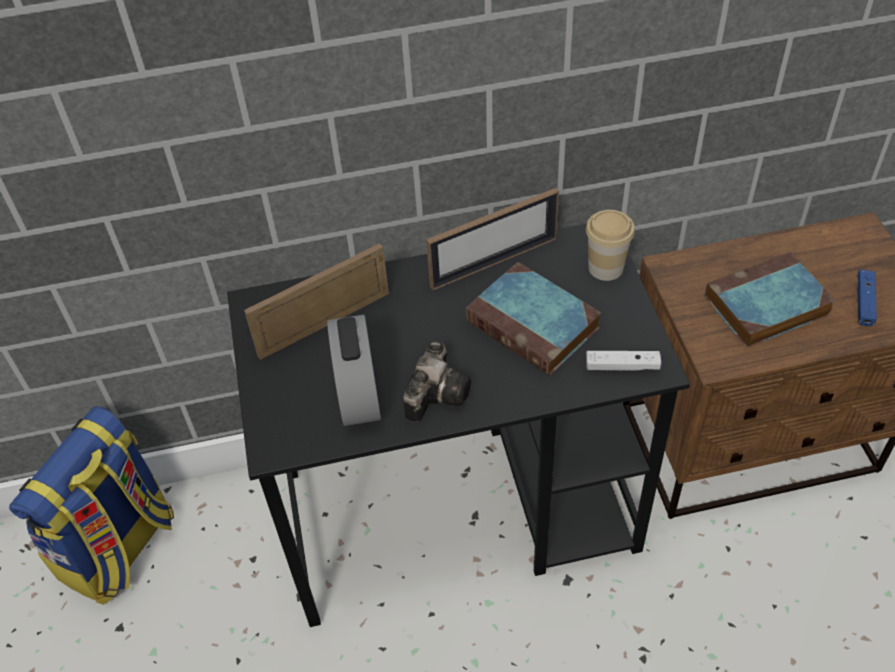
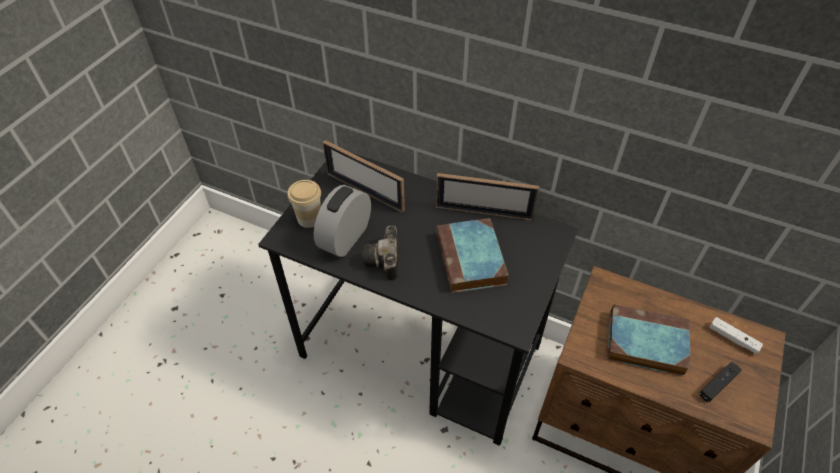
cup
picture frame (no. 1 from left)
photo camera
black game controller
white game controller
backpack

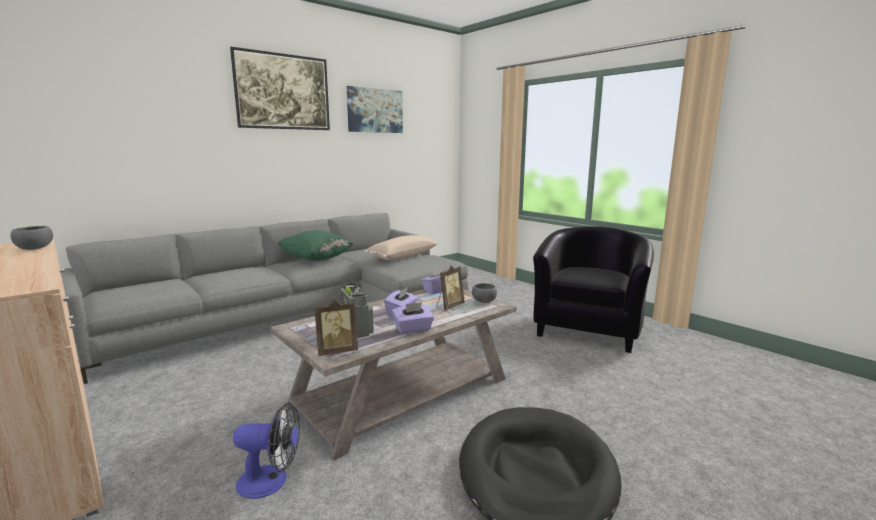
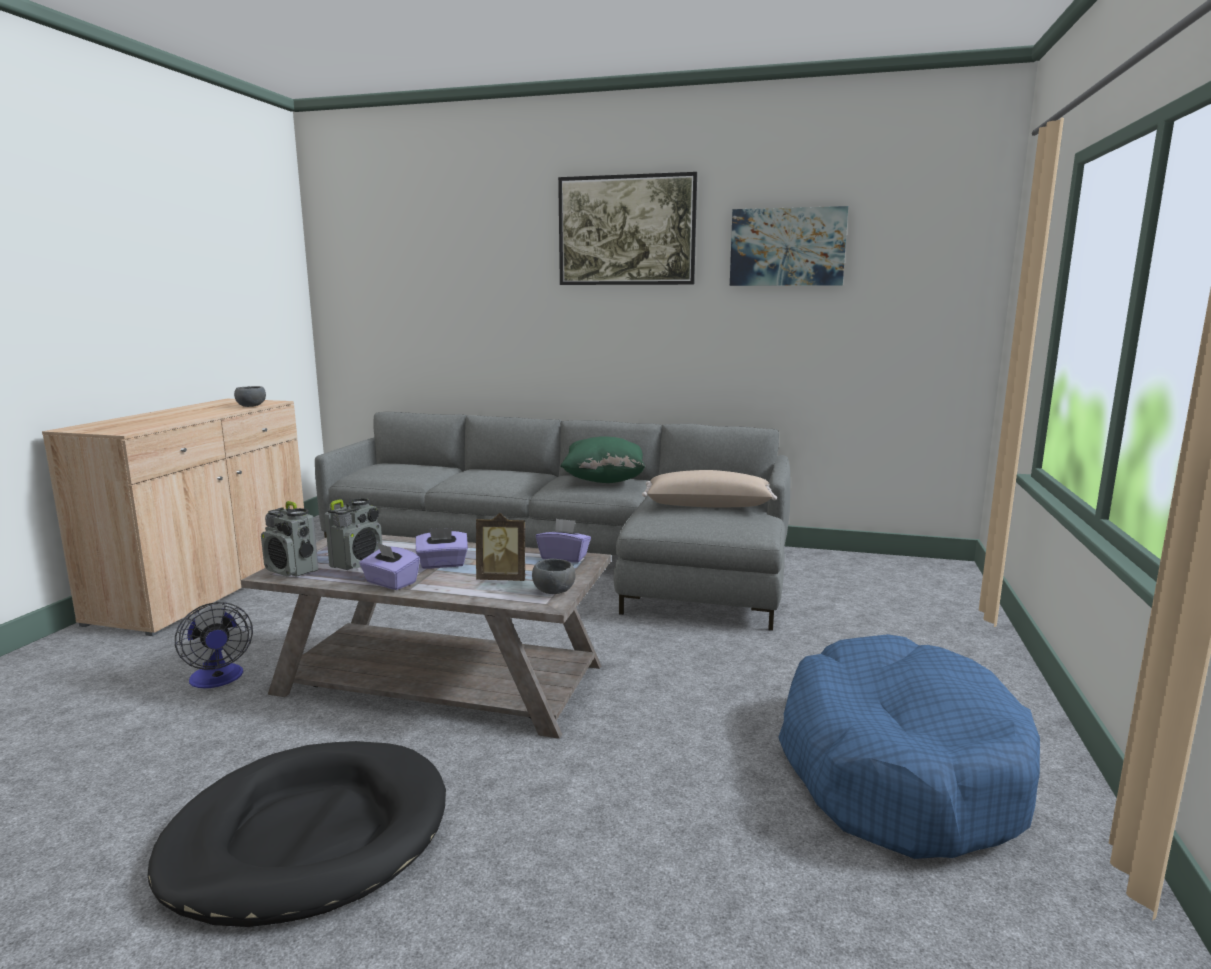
radio (no. 1 from left)
blue dog bed

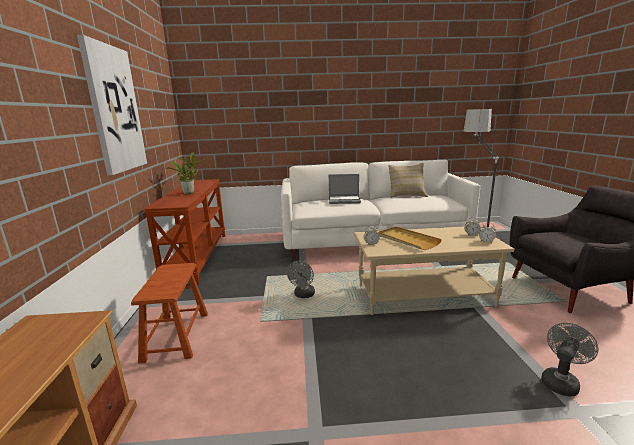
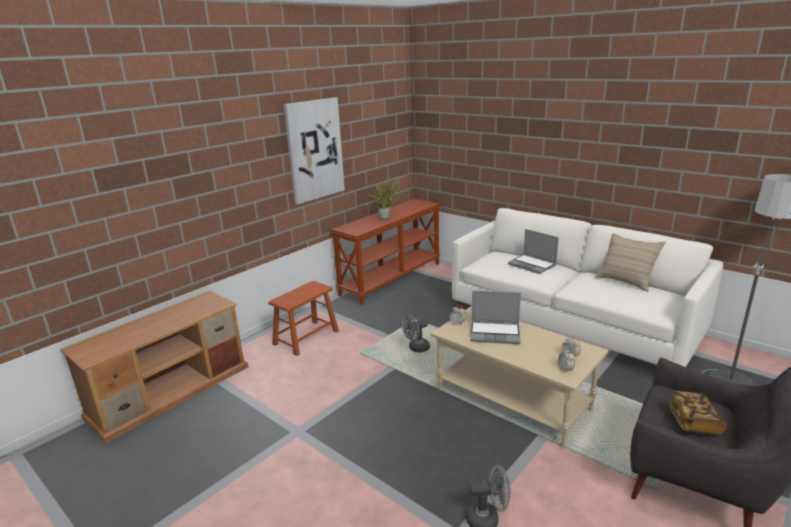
laptop (no. 1 from left)
book

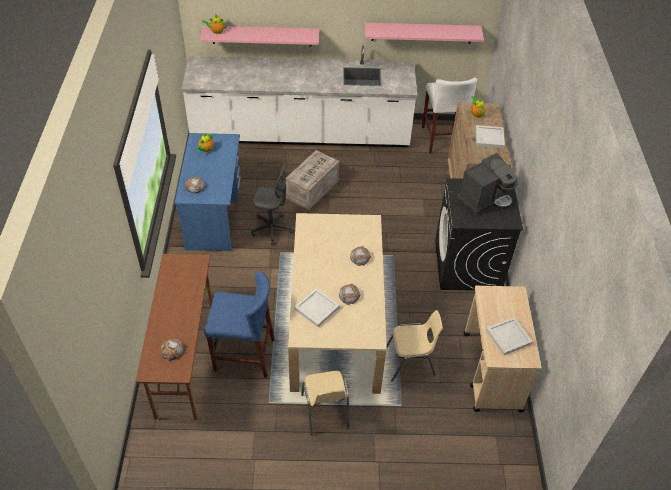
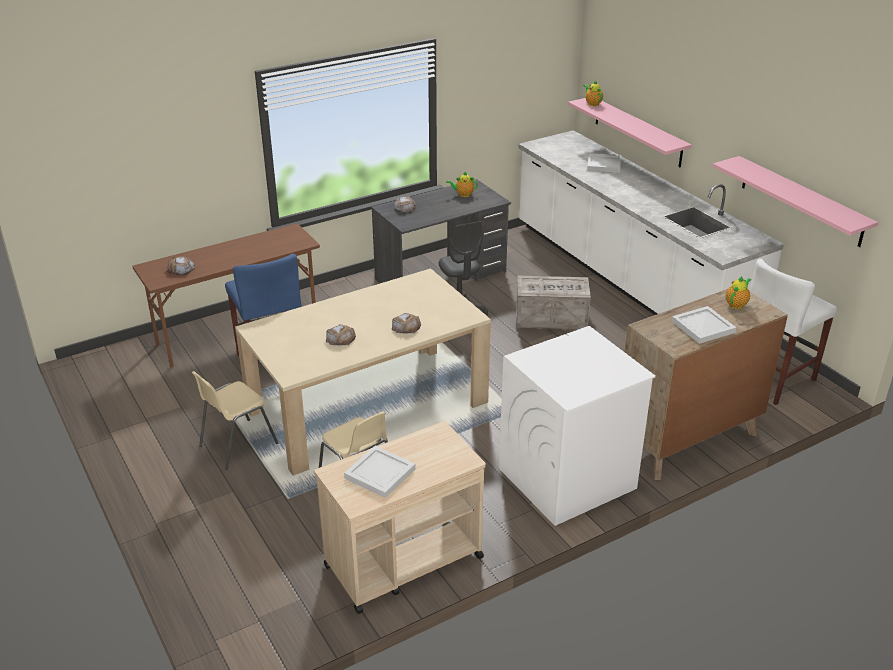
grey desk
white washing machine
white tray (no. 2 from left)
coffee machine

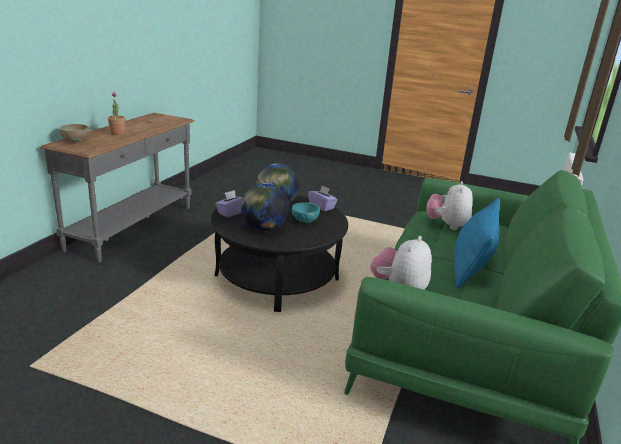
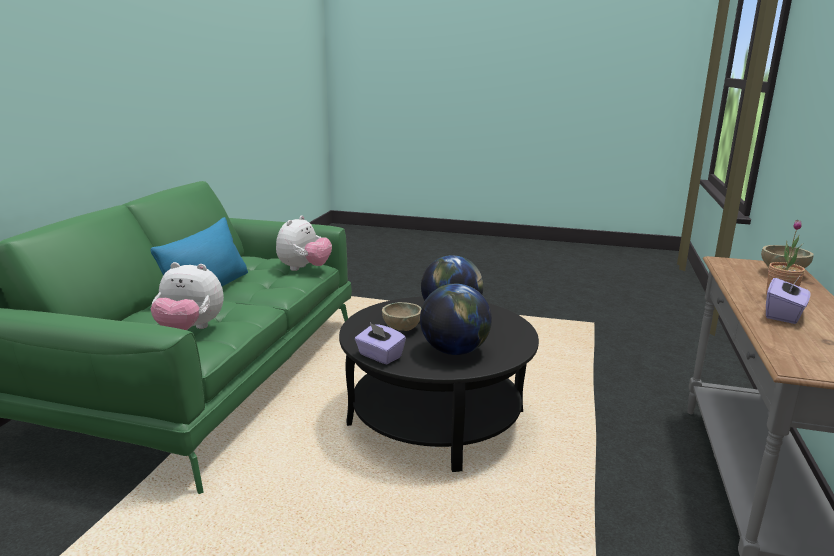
plush toy (no. 1 from left)
beige bowl (no. 1 from left)
purple tissue box (no. 2 from left)

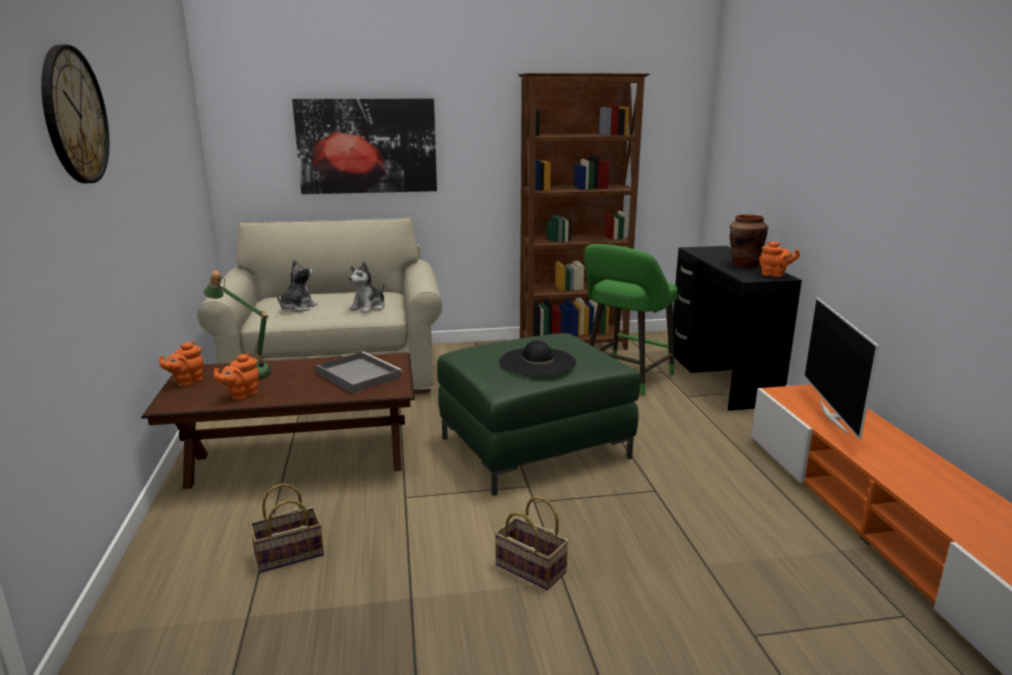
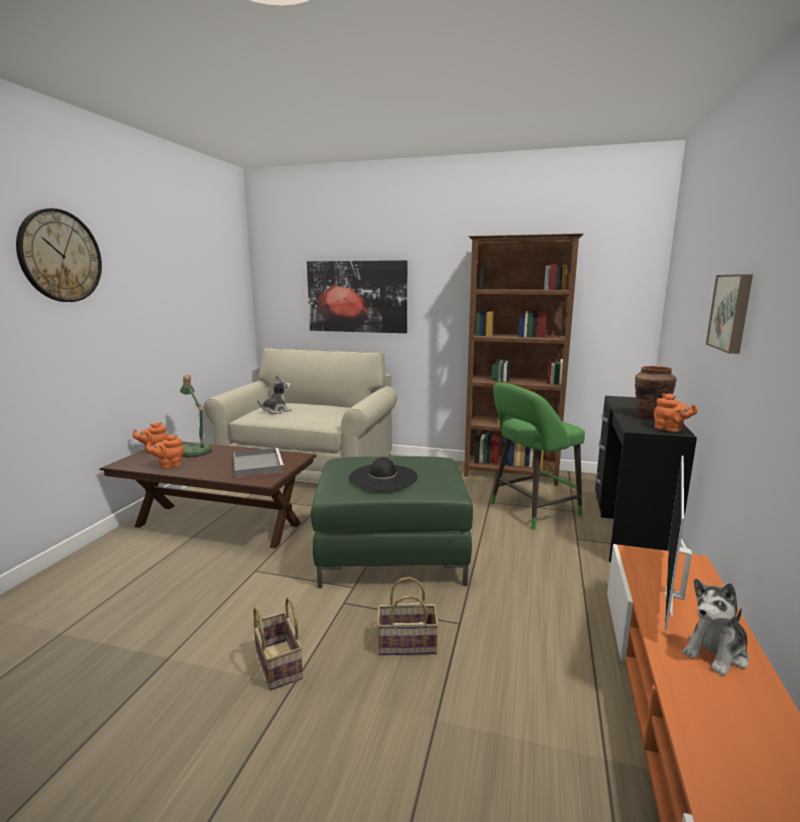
basket (no. 2 from left)
plush toy (no. 2 from left)
picture (no. 2 from left)

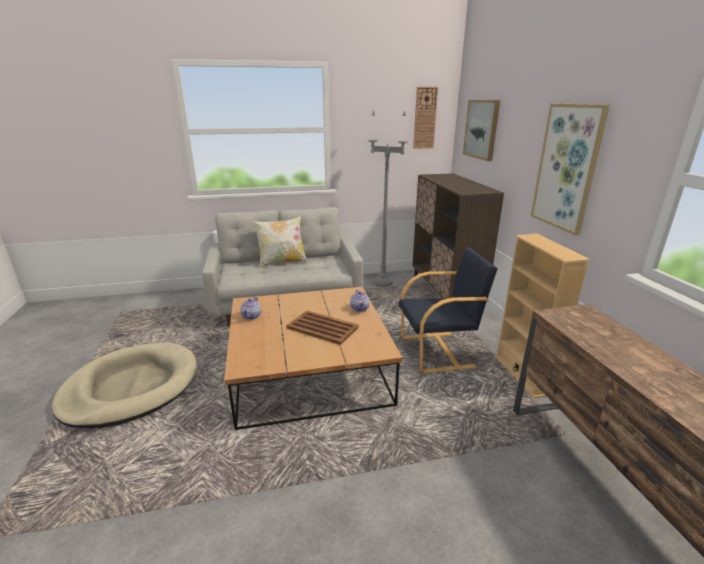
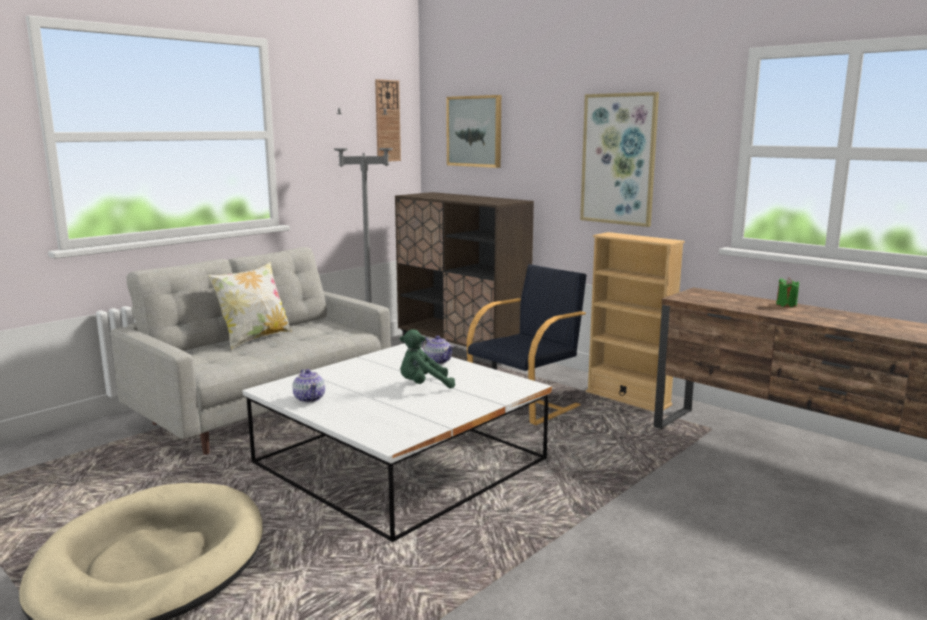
white coffee table
green plush toy
green candle

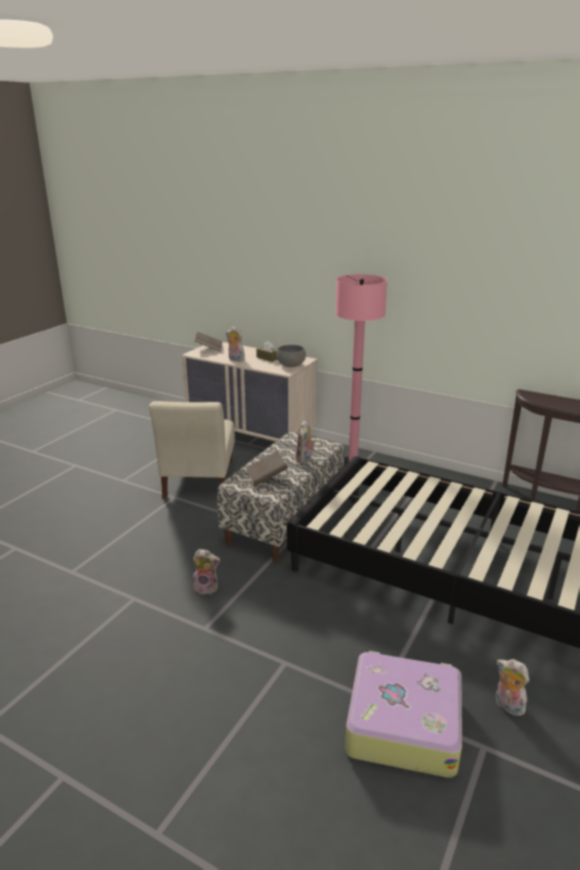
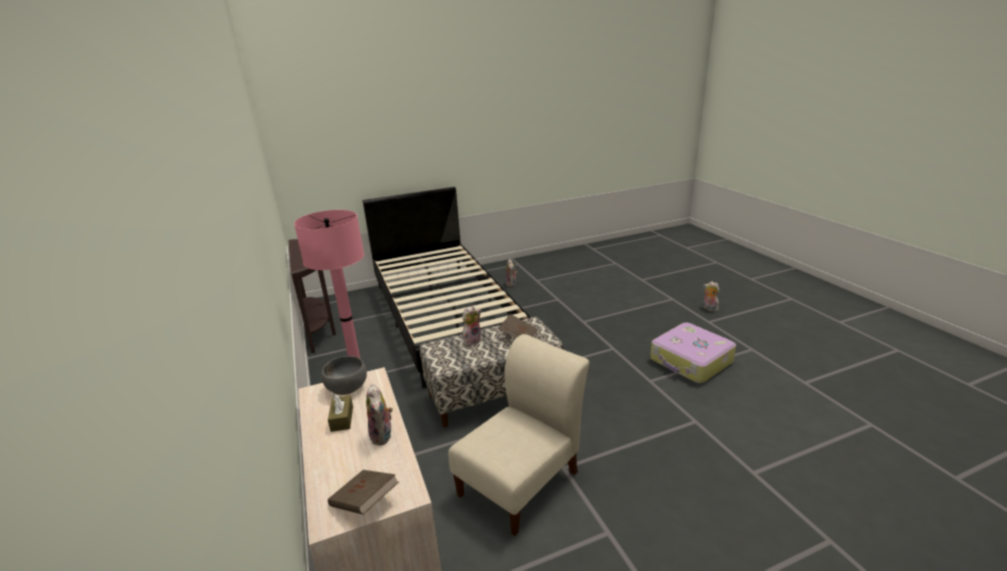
suitcase
plush toy (no. 4 from left)

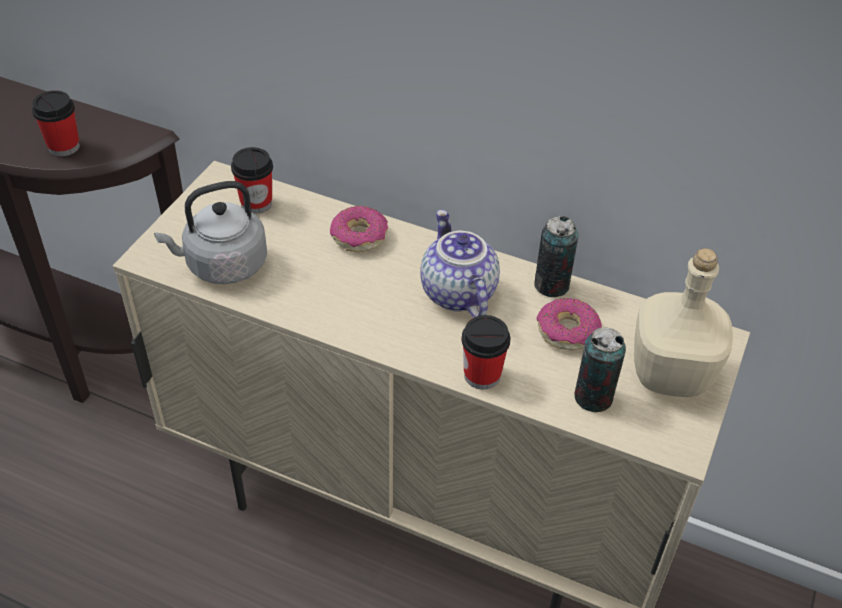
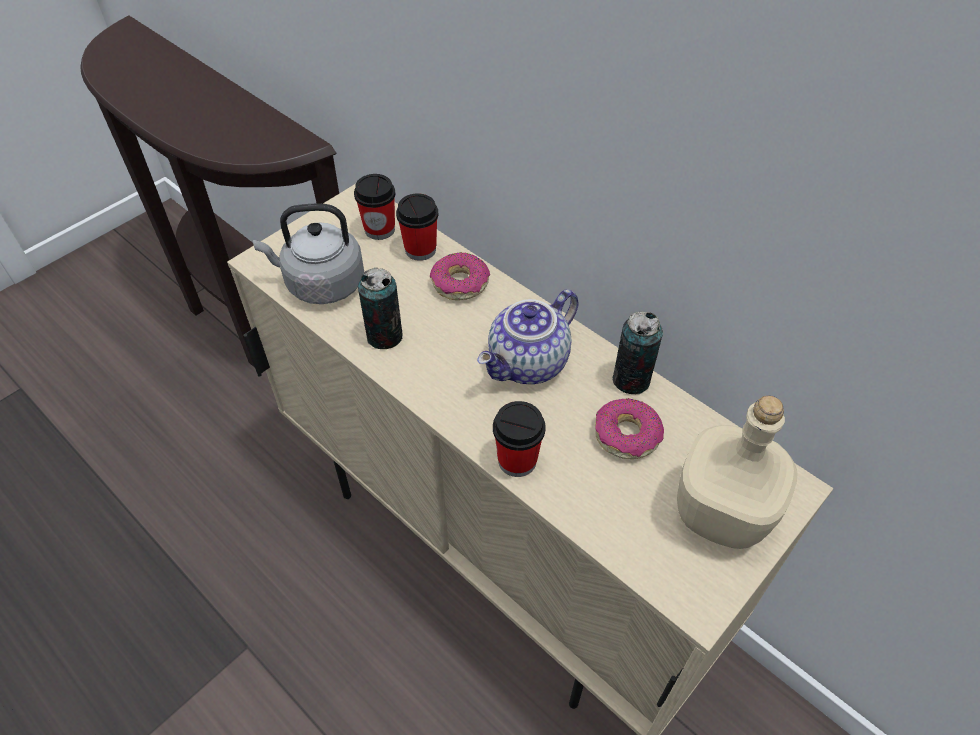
can (no. 1 from left)
cup (no. 2 from left)
teapot

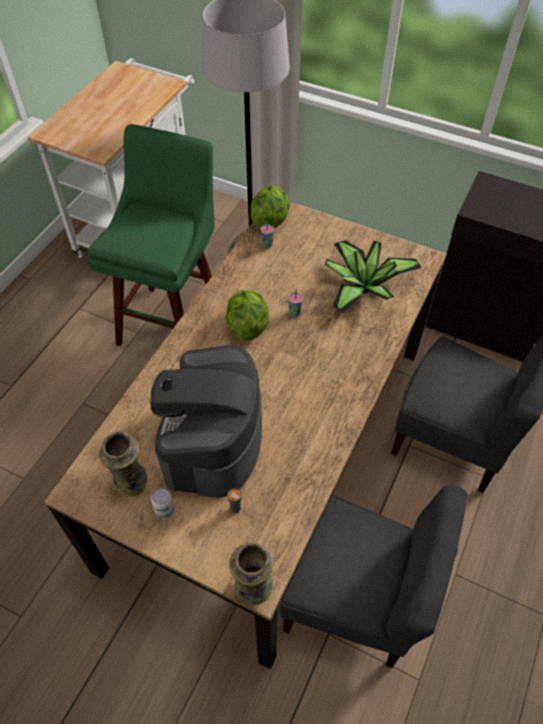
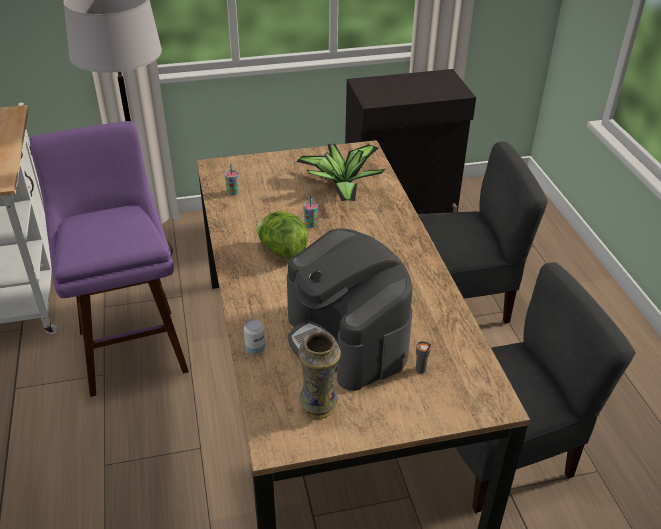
purple stool
can
vase (no. 2 from left in the first image)
lettuce (no. 2 from left in the first image)

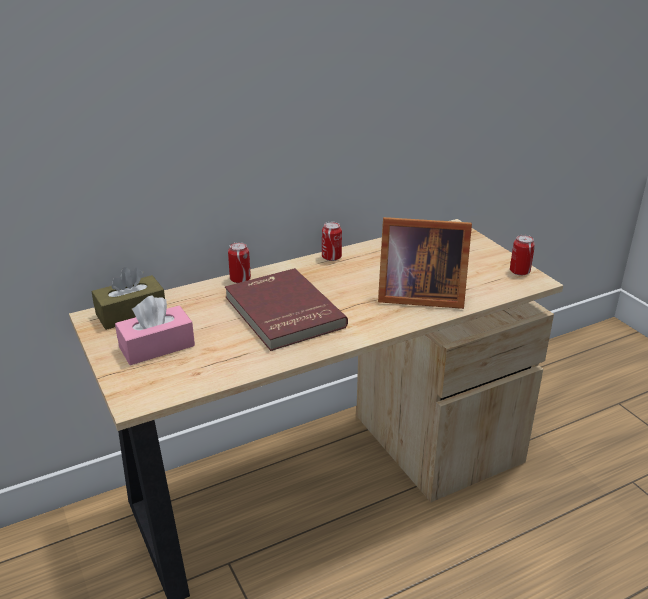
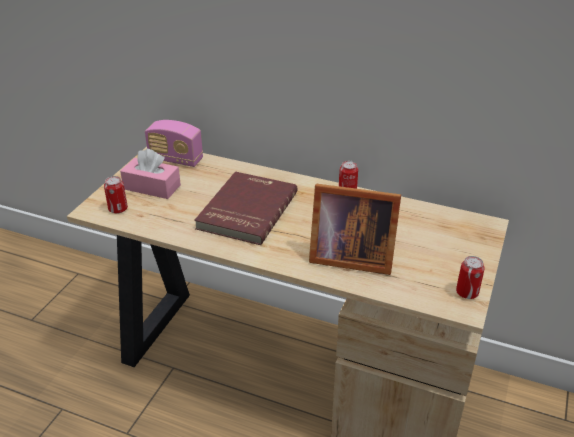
can (no. 1 from left)
radio
picture frame

